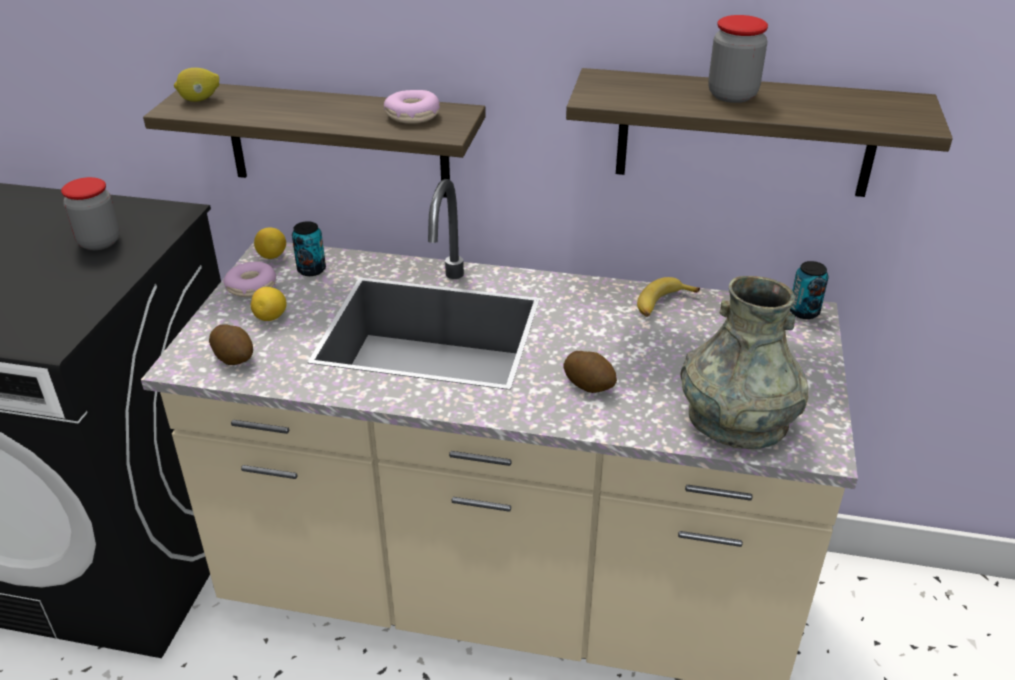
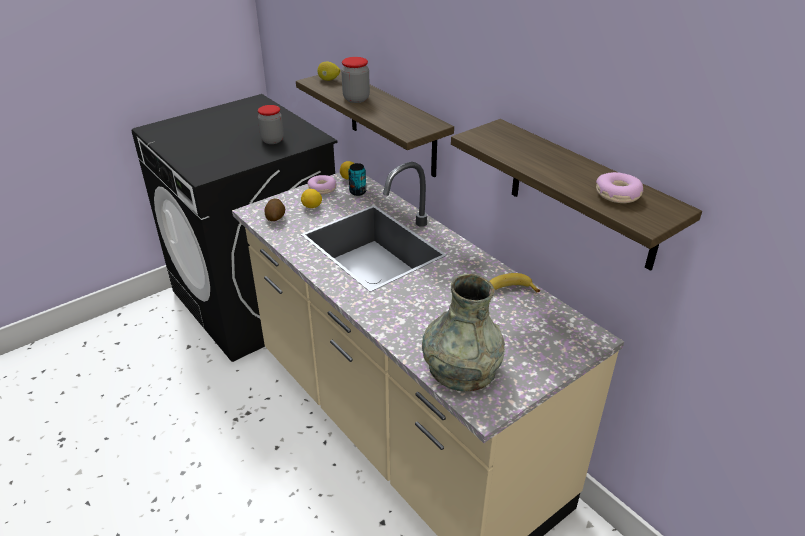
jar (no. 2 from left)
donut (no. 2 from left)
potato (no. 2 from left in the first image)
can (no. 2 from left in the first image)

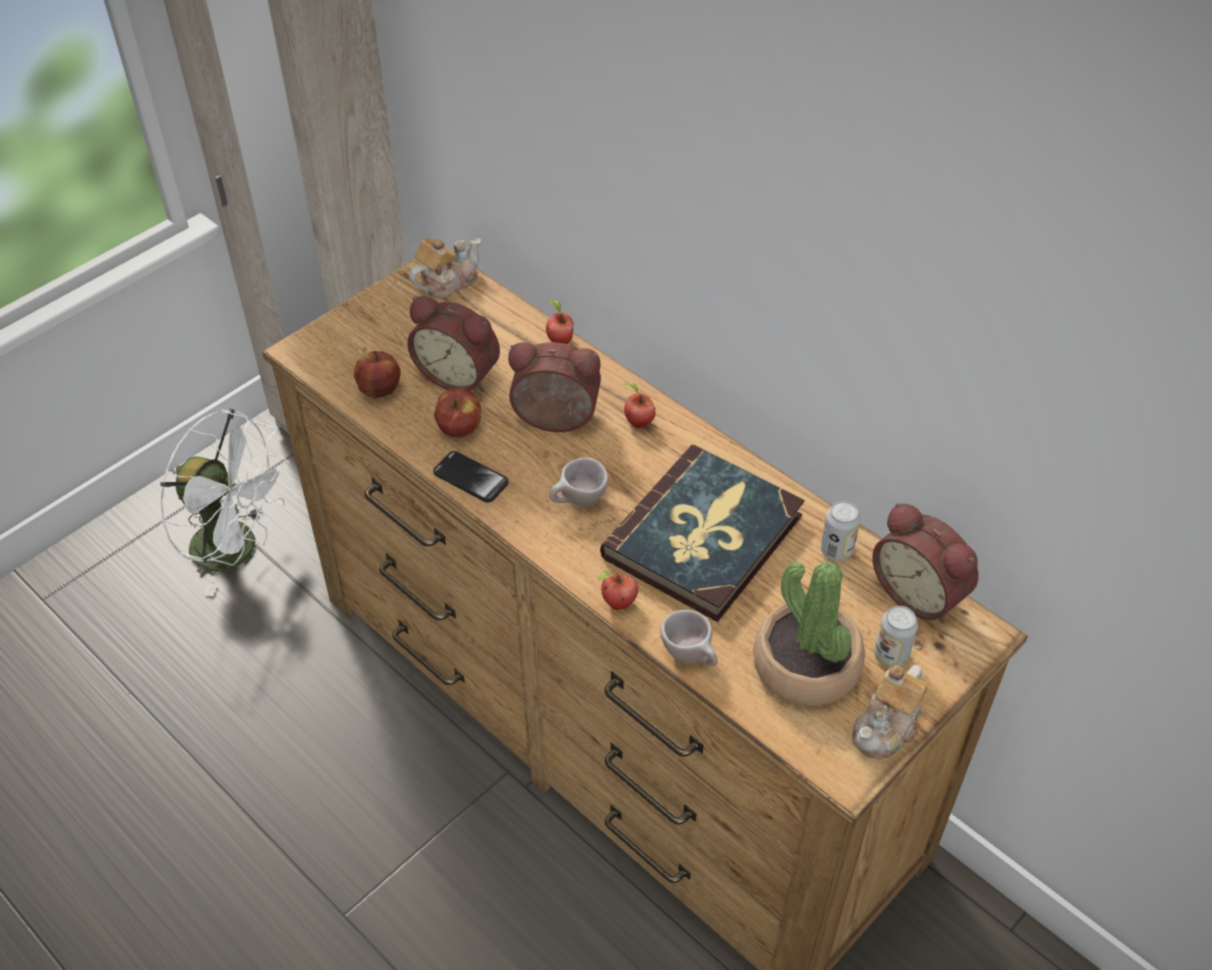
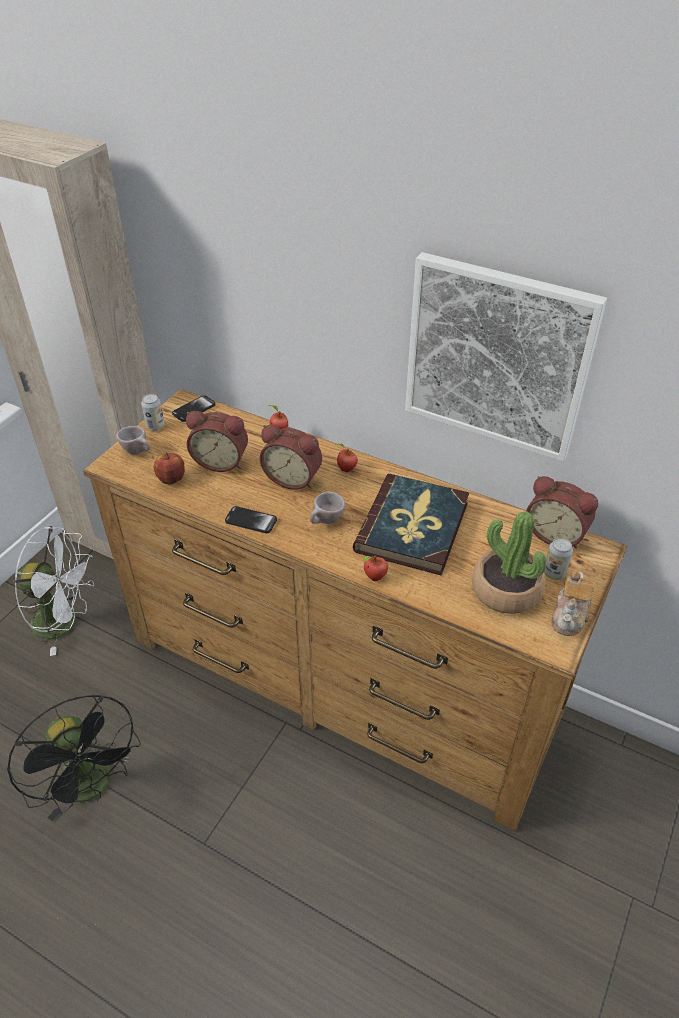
black fan
beige cup (no. 1 from left)
can (no. 1 from left)
phone (no. 1 from left)
alarm clock (no. 2 from left)
picture
apple (no. 2 from left in the first image)

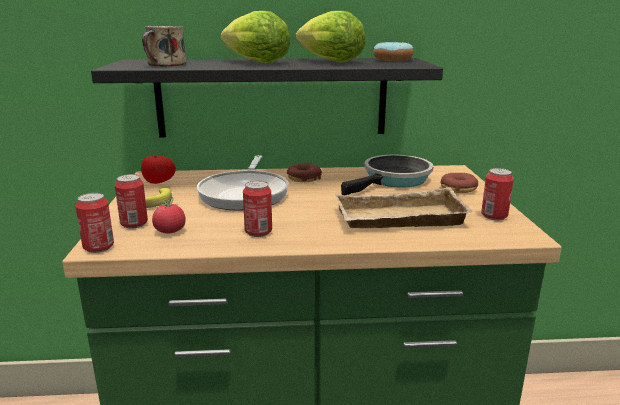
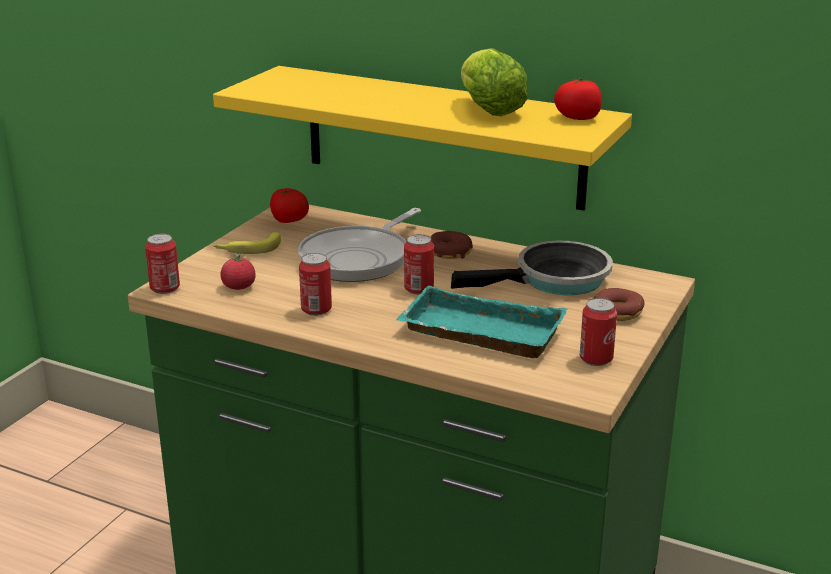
yellow shelf
turquoise tray
can (no. 3 from left)
tomato (no. 3 from left)
mug
lettuce (no. 1 from left in the first image)

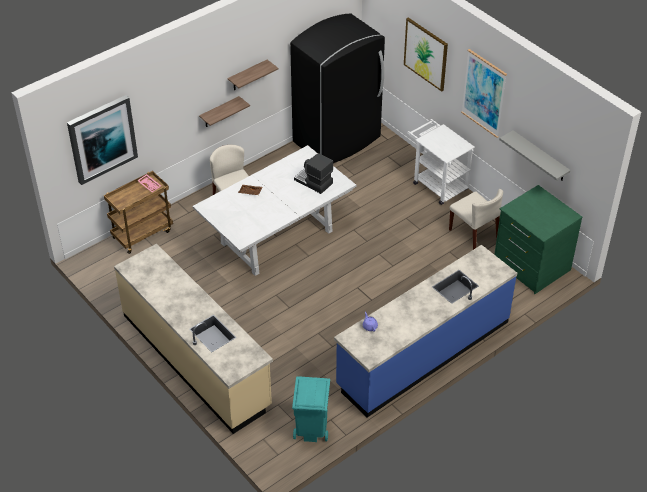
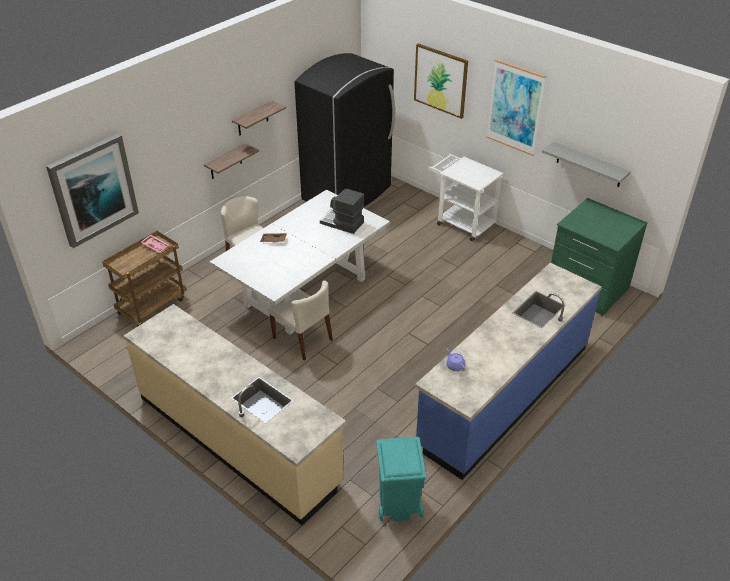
beige chair (no. 2 from left)

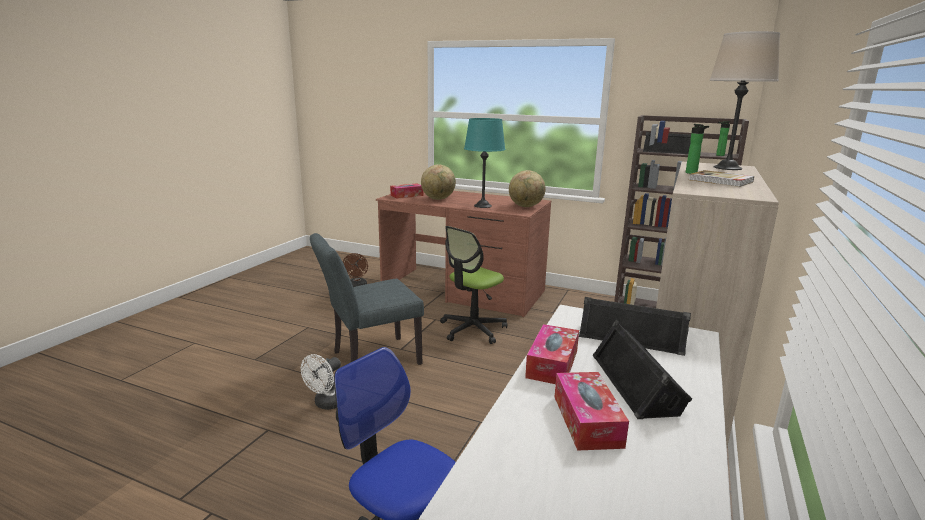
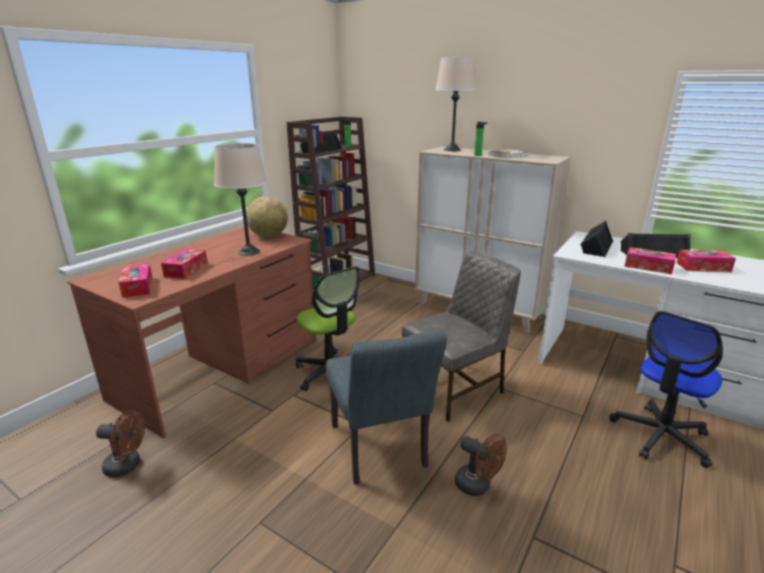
tissue box (no. 2 from left)
beige table lamp (no. 1 from left)
grey chair (no. 2 from left)
brown fan (no. 2 from left)

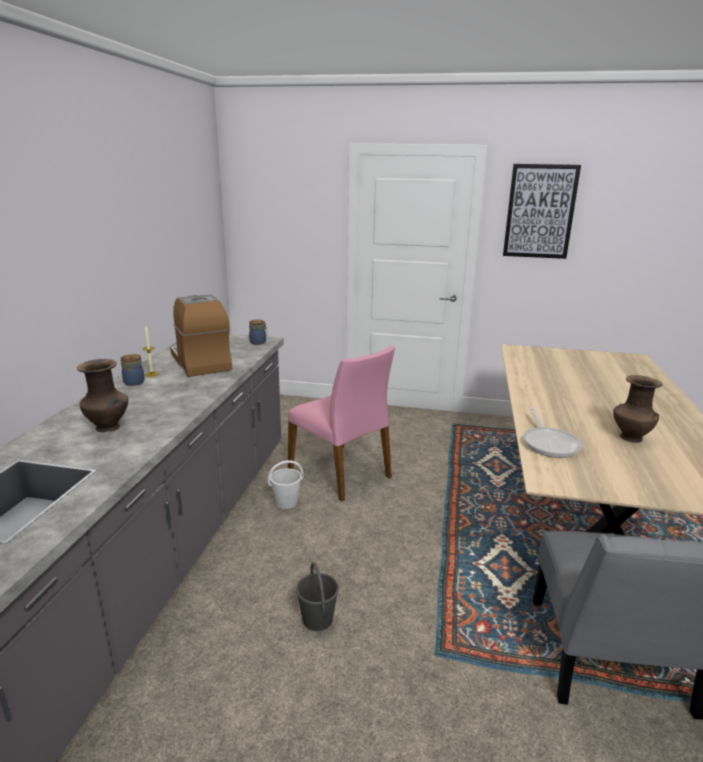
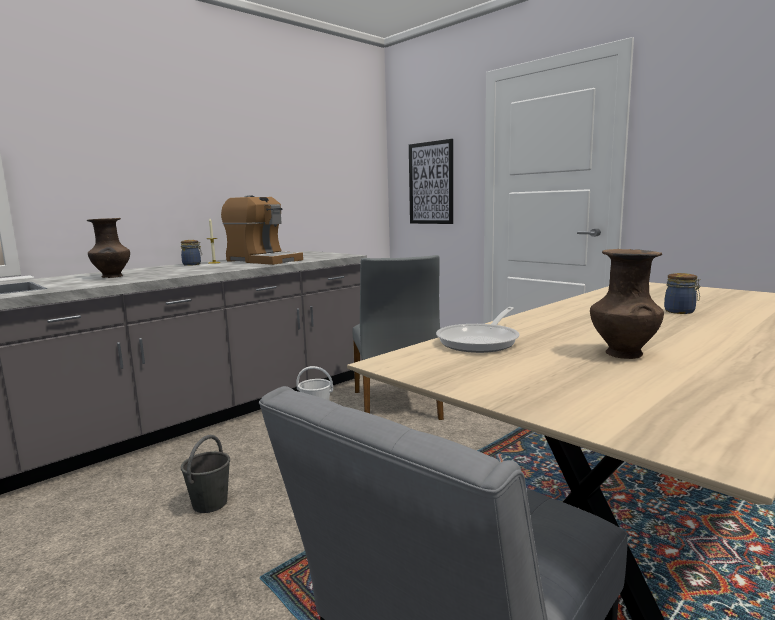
coffee machine
grey chair (no. 1 from left)
picture
jar (no. 2 from left)

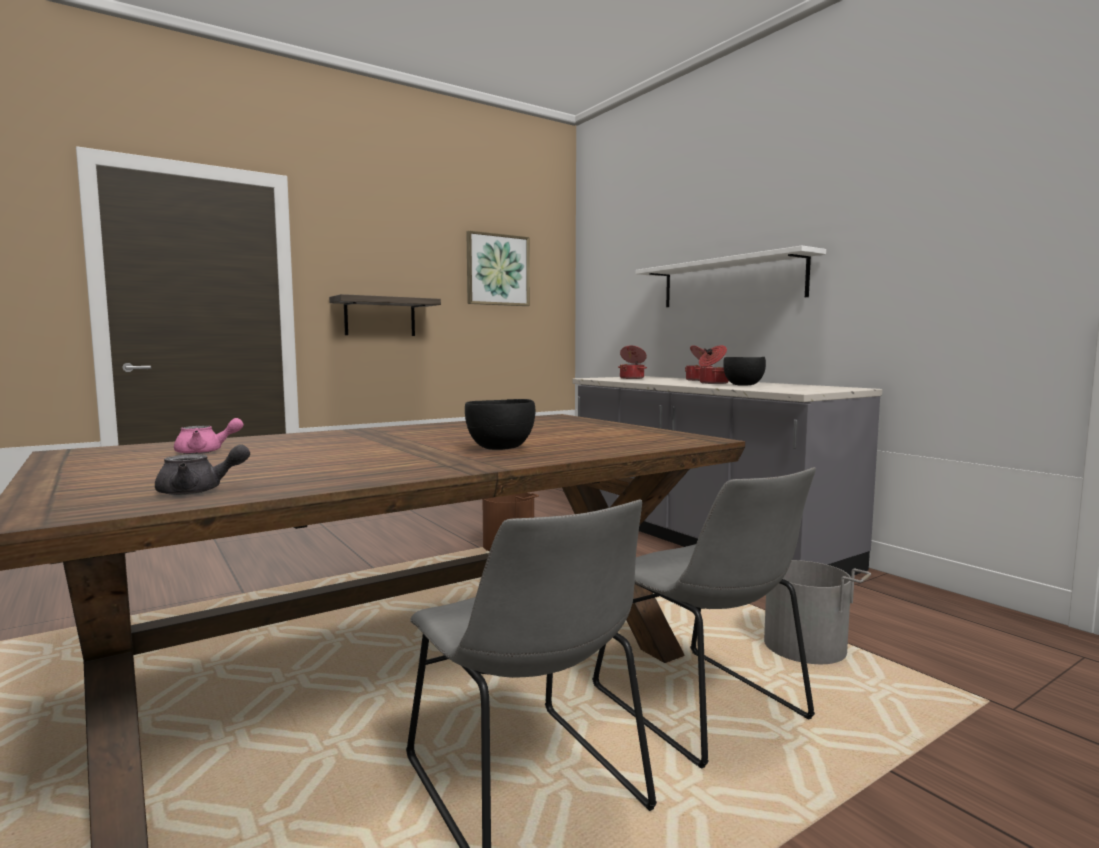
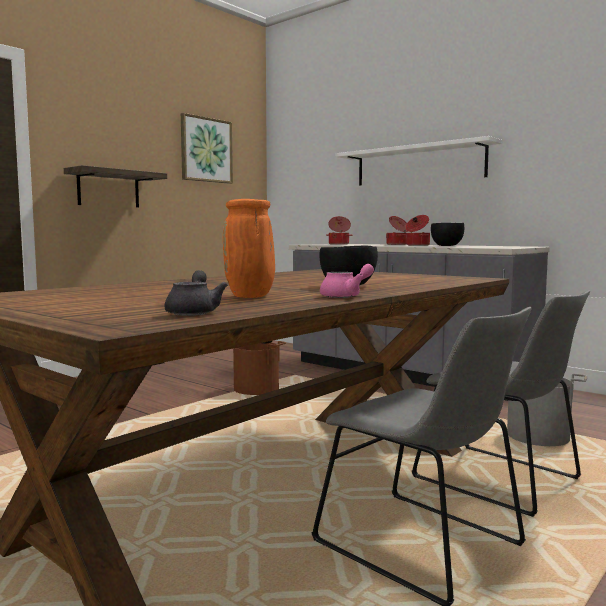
grey teapot
orange vase
pink teapot

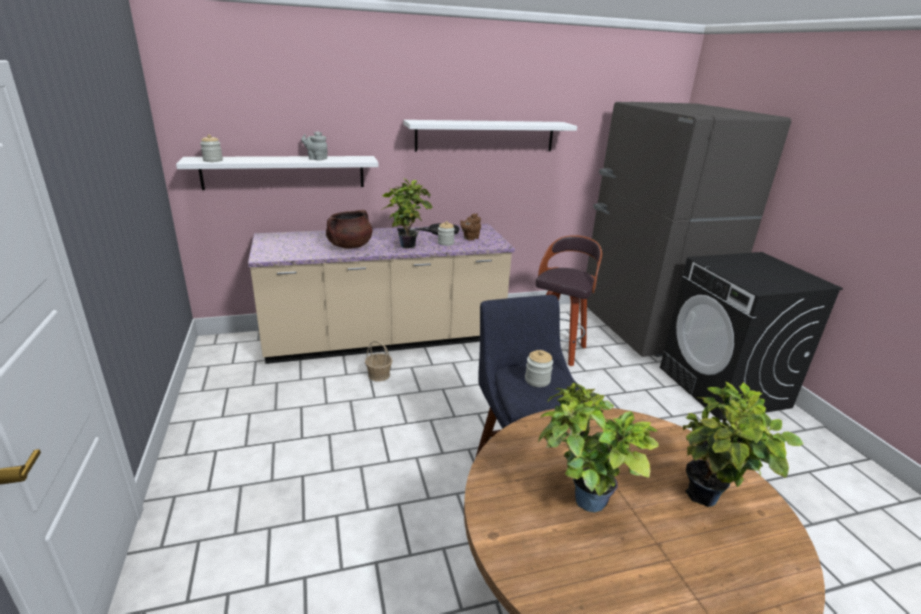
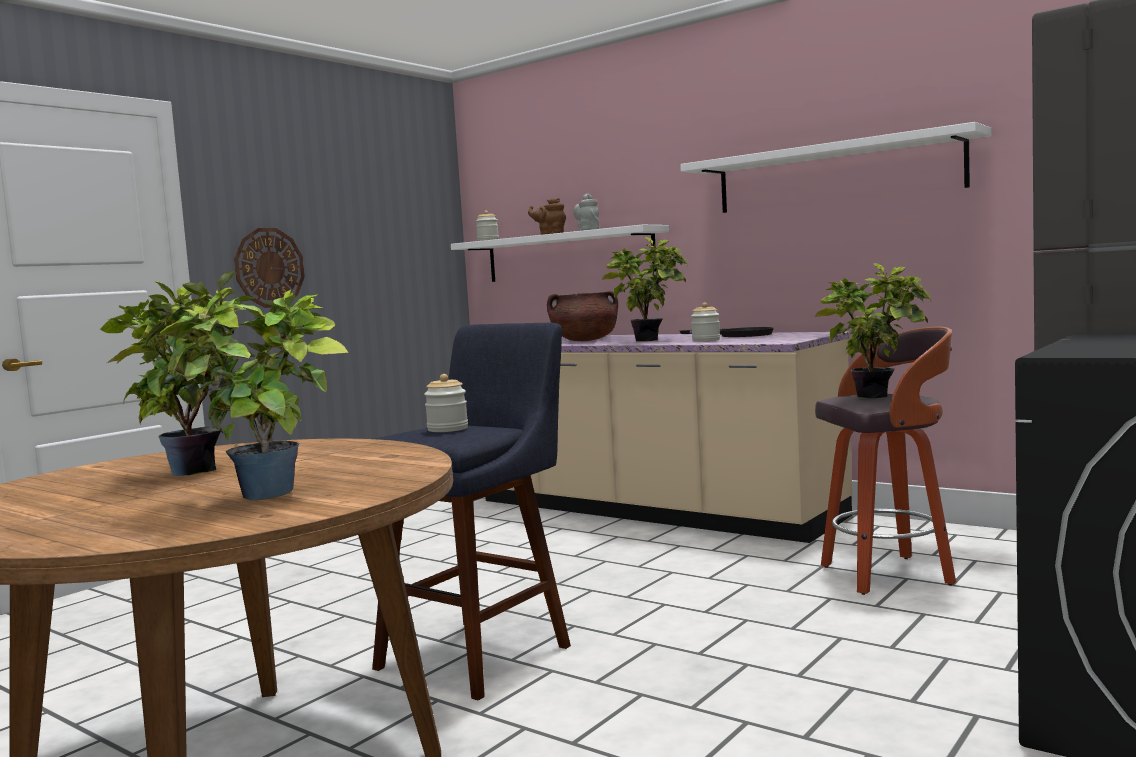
wall clock
brown teapot
potted plant (no. 4 from left)
basket

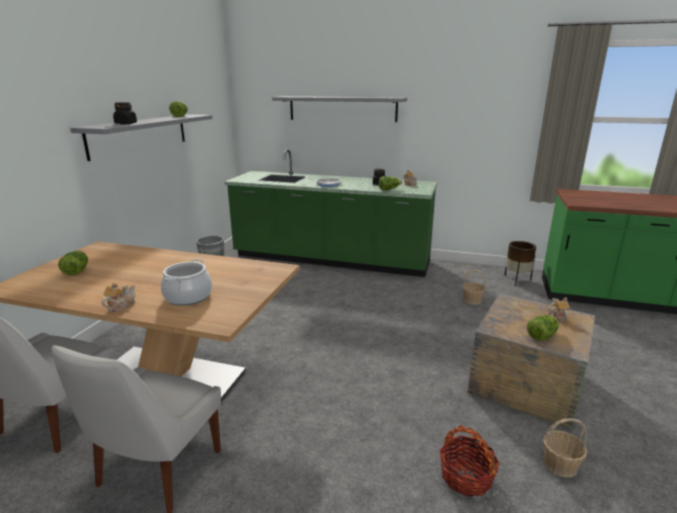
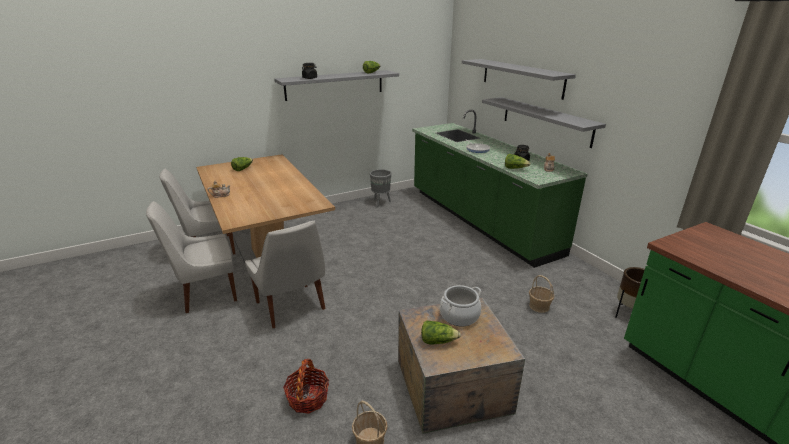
white chair (no. 3 from left)
cooking pot
grey shelf (no. 3 from left)
teapot (no. 3 from left in the first image)

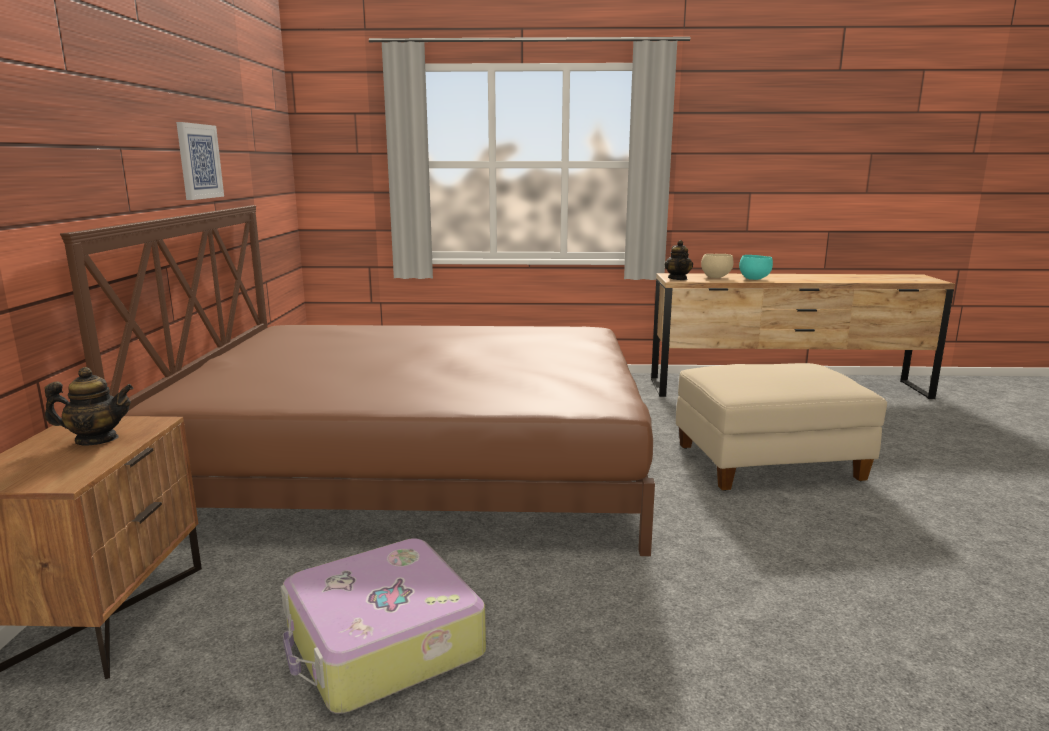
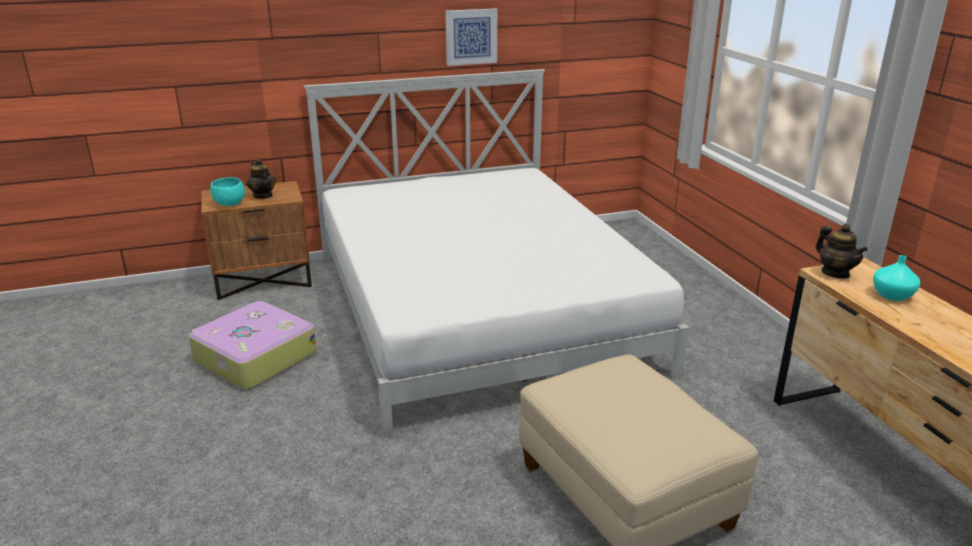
turquoise bowl
white bed
teapot (no. 2 from left)
turquoise vase

